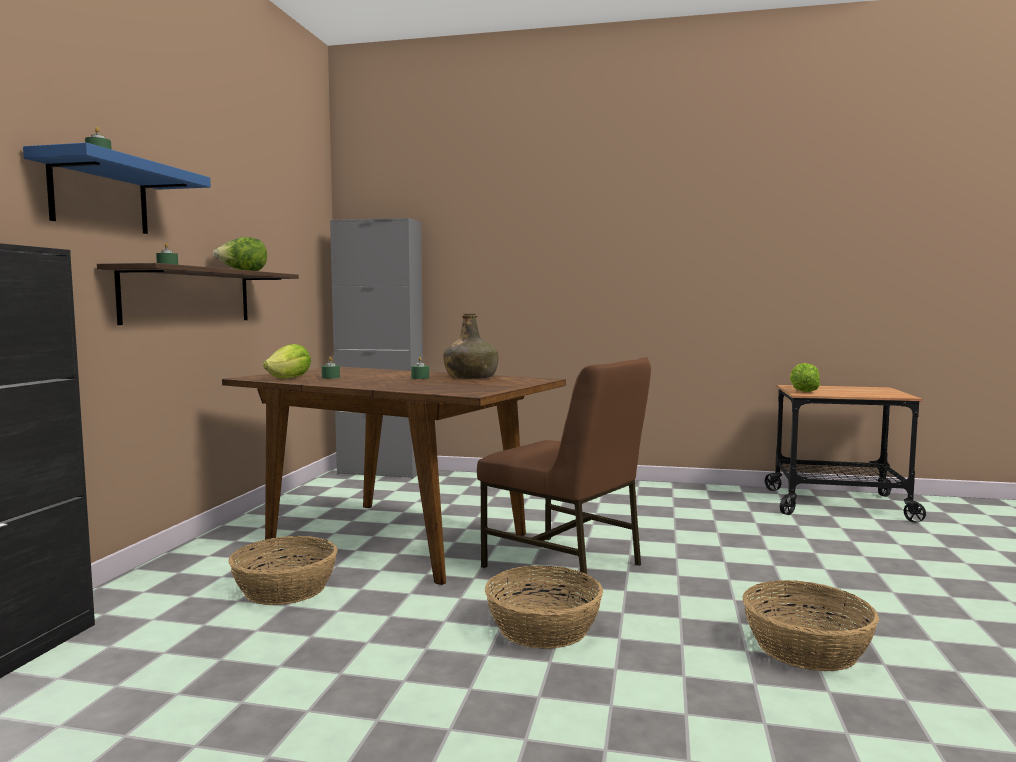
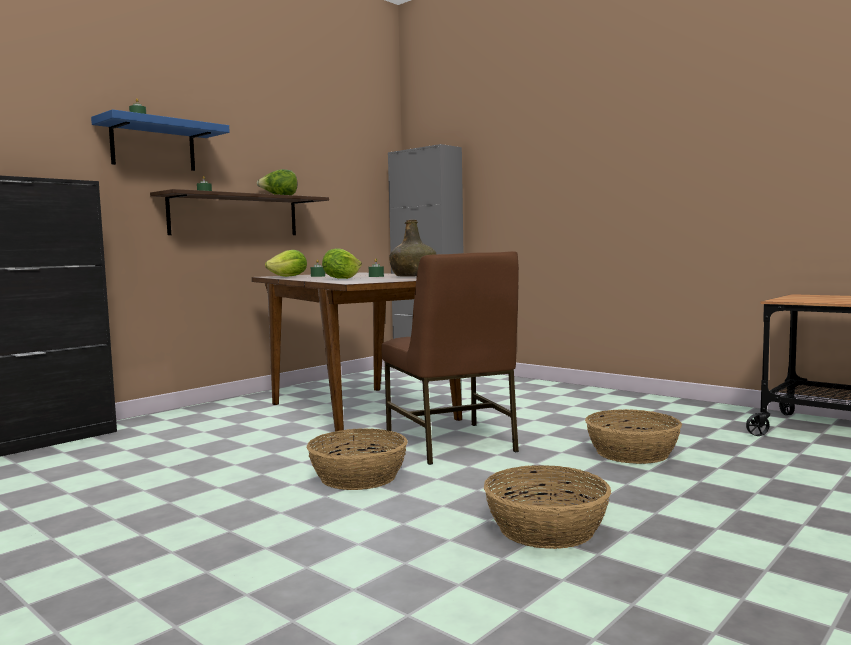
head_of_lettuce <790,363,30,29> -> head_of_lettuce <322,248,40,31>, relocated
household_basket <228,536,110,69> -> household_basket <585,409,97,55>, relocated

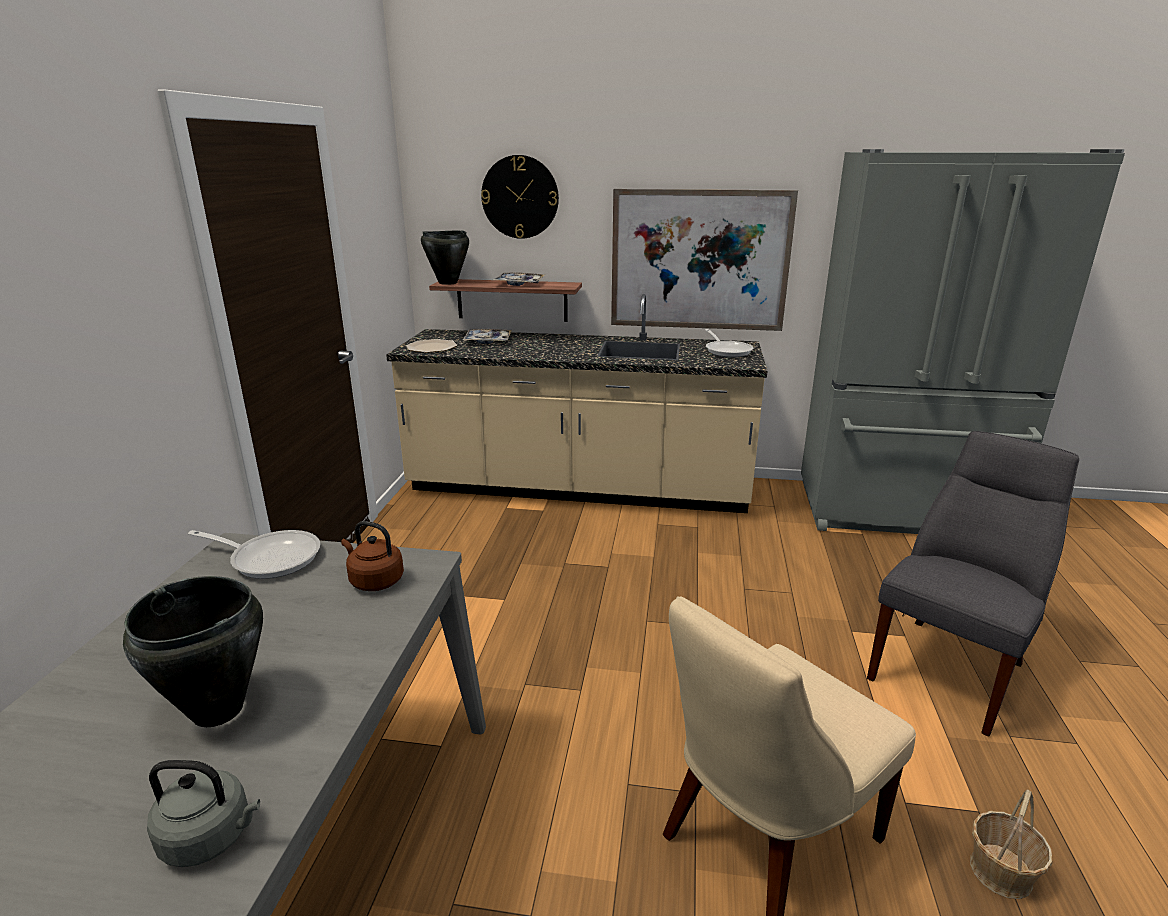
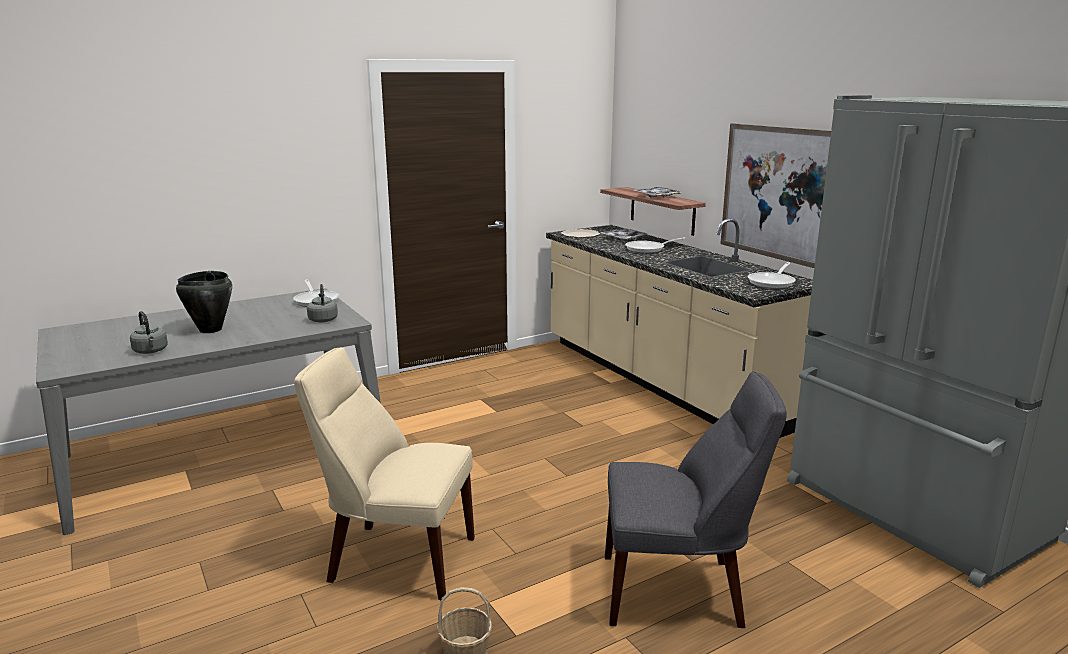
brown-coloured_water_kettle <341,521,63,70> -> grey_water_kettle <307,284,31,38>
none -> frying_pan <625,237,61,16>
blackish_cooking_pot <421,231,48,54> -> none
clock_on_the_wall <481,155,78,84> -> none

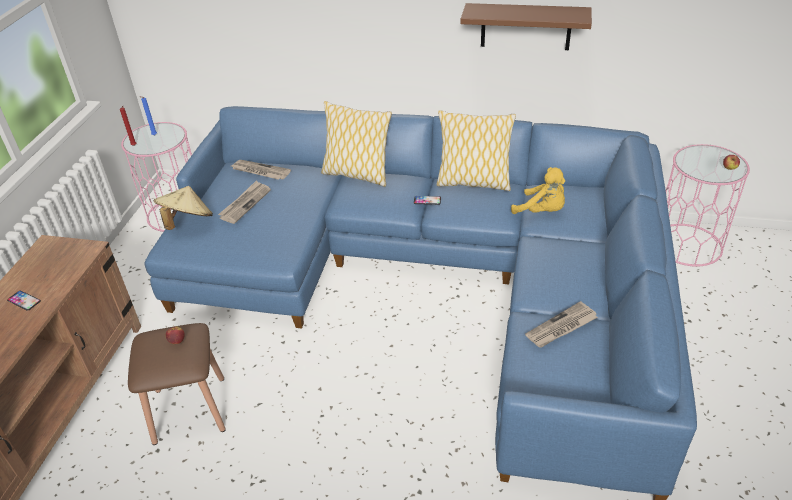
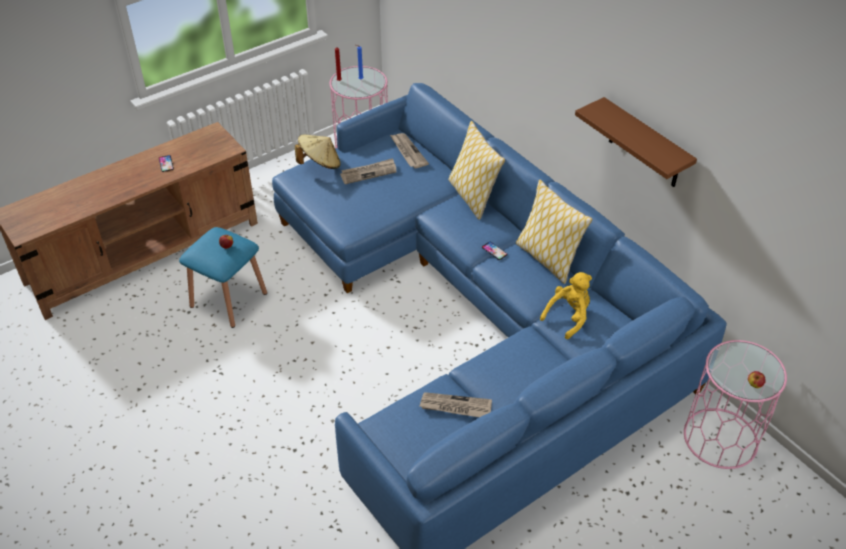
brown-coloured_stool <128,323,98,122> -> blue_stool <179,227,88,101>
yellowish_cuddly_toy <511,167,54,47> -> yellowish_cuddly_toy <540,272,52,67>, 120 degrees counterclockwise

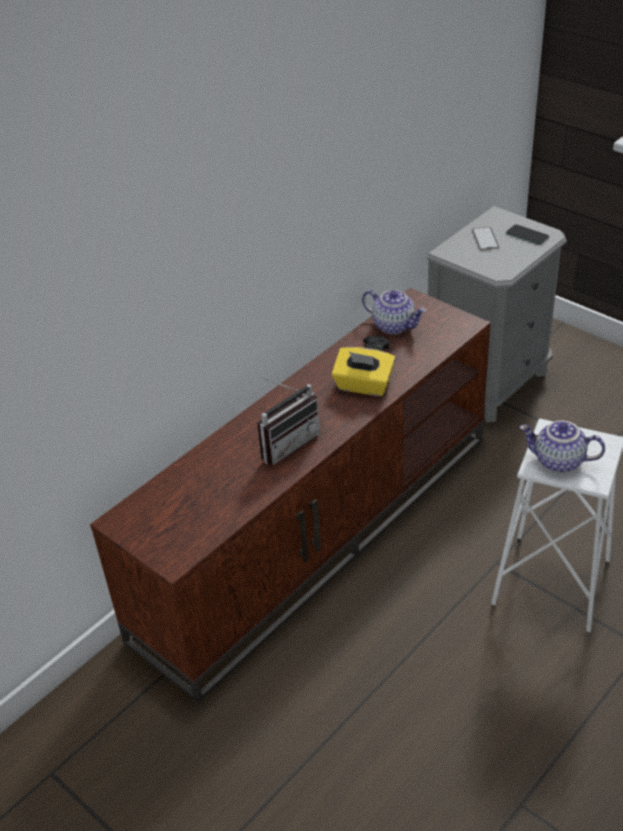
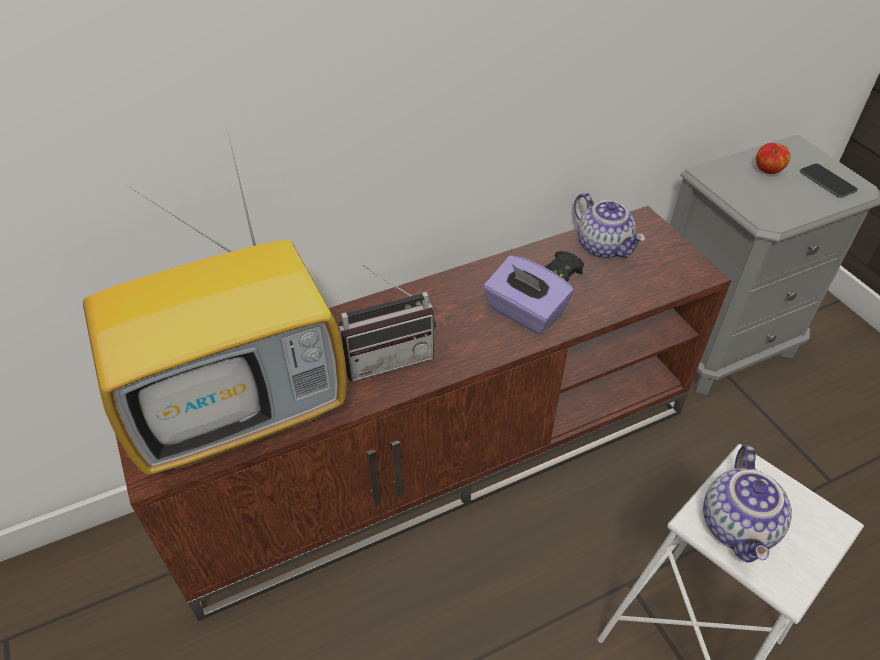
none -> TV_set <83,138,264,337>
yellowish_tissue_holder <332,347,64,49> -> purplish_tissue_holder <484,255,90,79>
pot_for_tea <520,421,85,52> -> pot_for_tea <703,445,89,118>, 120 degrees counterclockwise
handset <472,227,27,23> -> whole_apple <756,143,34,31>

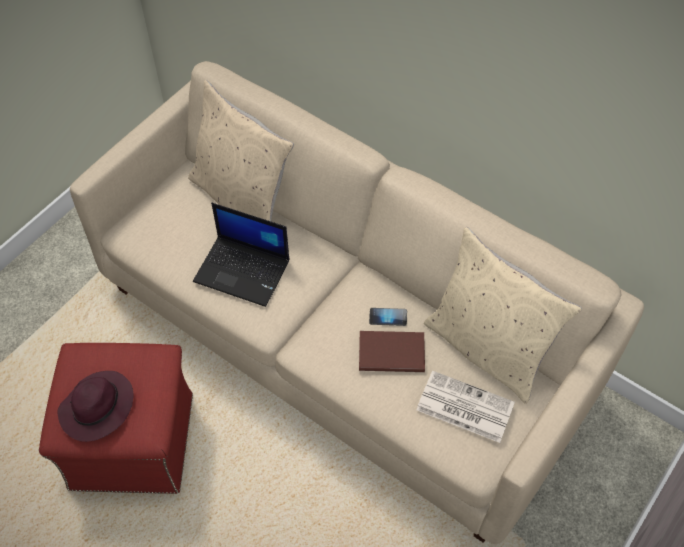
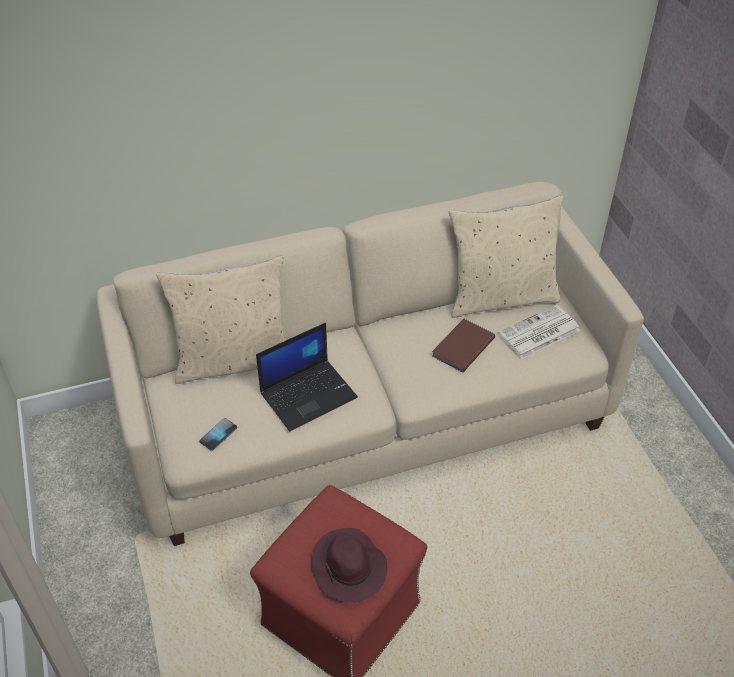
handset <369,308,38,18> -> handset <199,418,38,33>, relocated

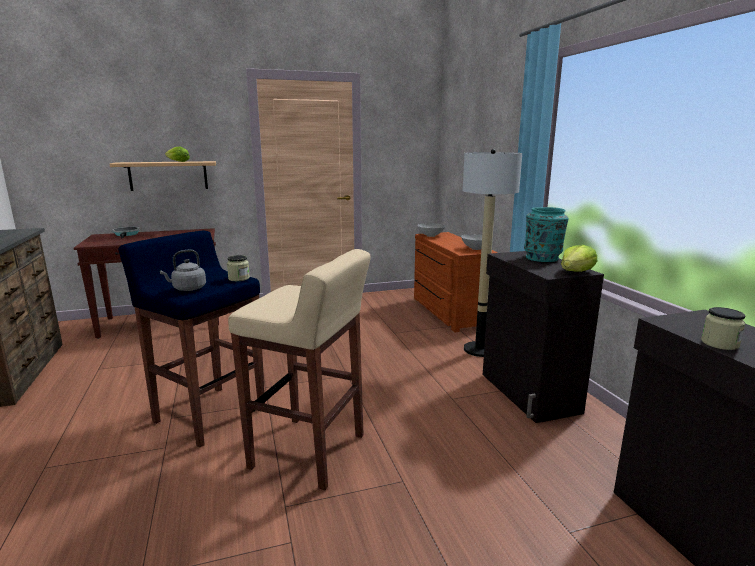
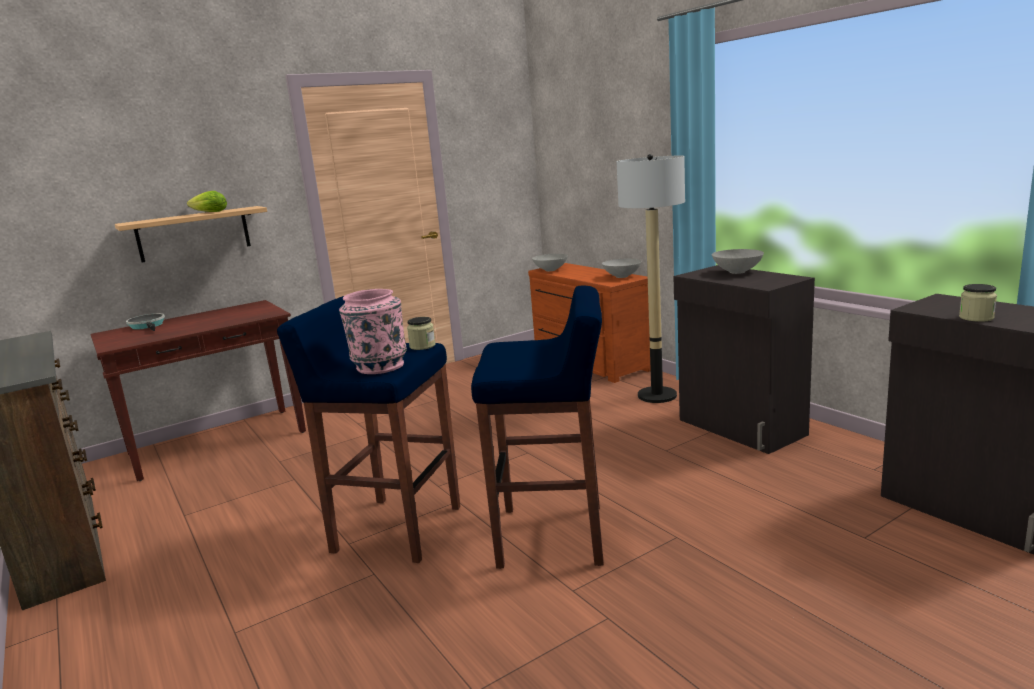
grey_water_kettle <160,250,46,41> -> pink_flower_vase <339,289,68,85>
beige_stool <228,249,143,241> -> blue_stool <471,285,133,284>
turquoise-coloured_flower_vase <524,207,44,55> -> grey_bowl <712,249,52,25>
head_of_lettuce <561,245,36,27> -> none

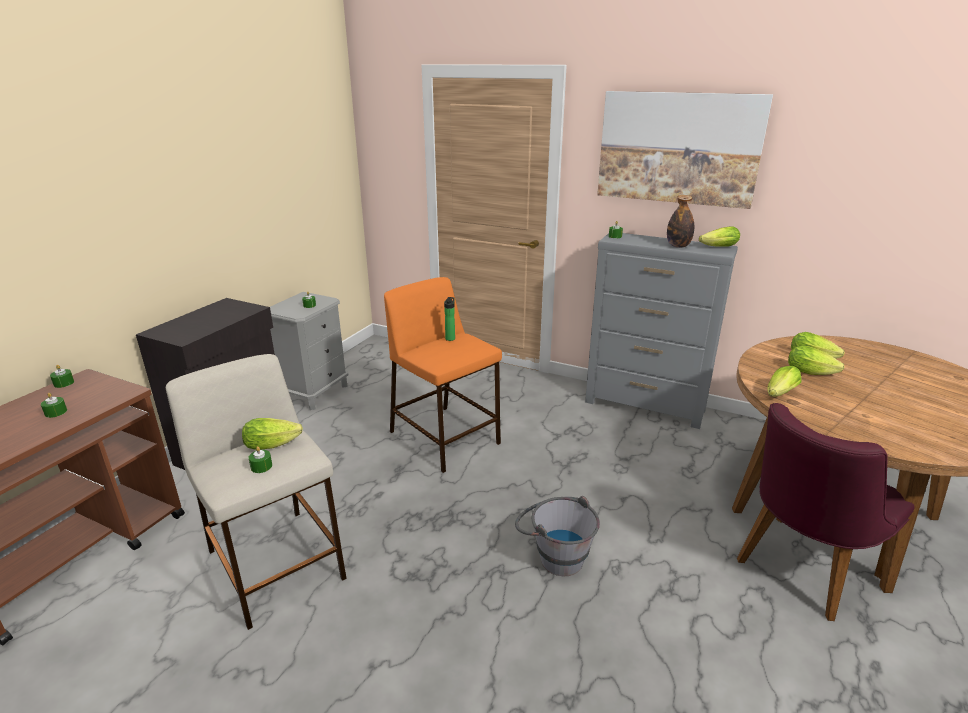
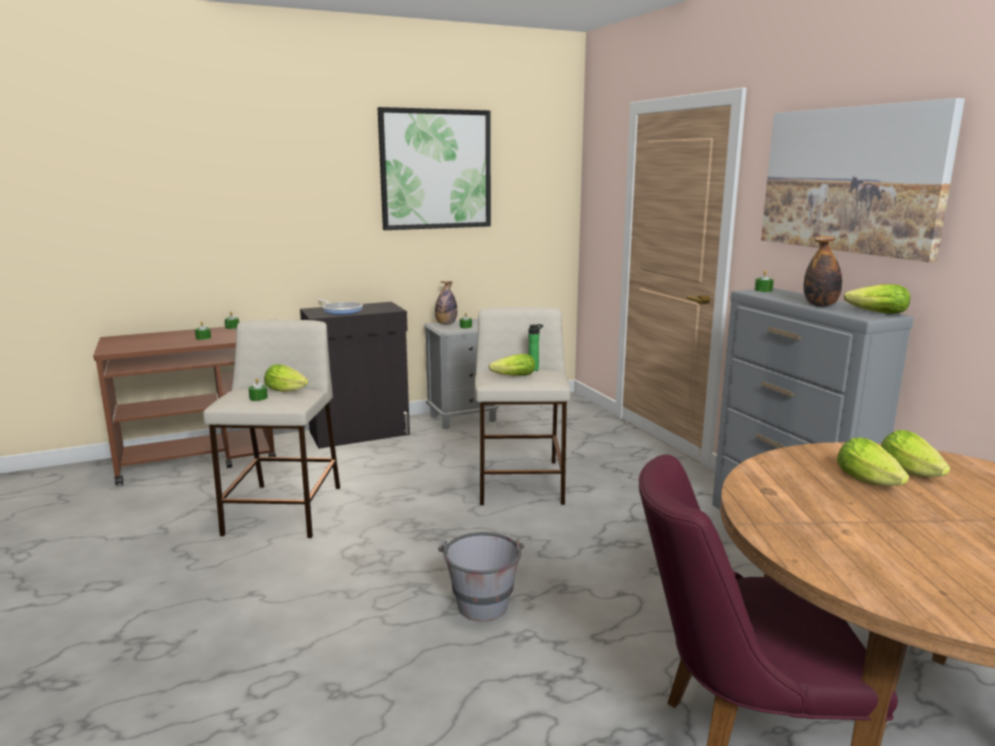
none -> frying_pan <318,299,45,16>
none -> picture <378,107,113,123>
none -> drink_bottle <435,281,22,43>
orange-coloured_stool <384,277,118,196> -> beige_stool <475,307,95,198>
head_of_lettuce <768,366,33,31> -> head_of_lettuce <489,354,46,22>, relocated

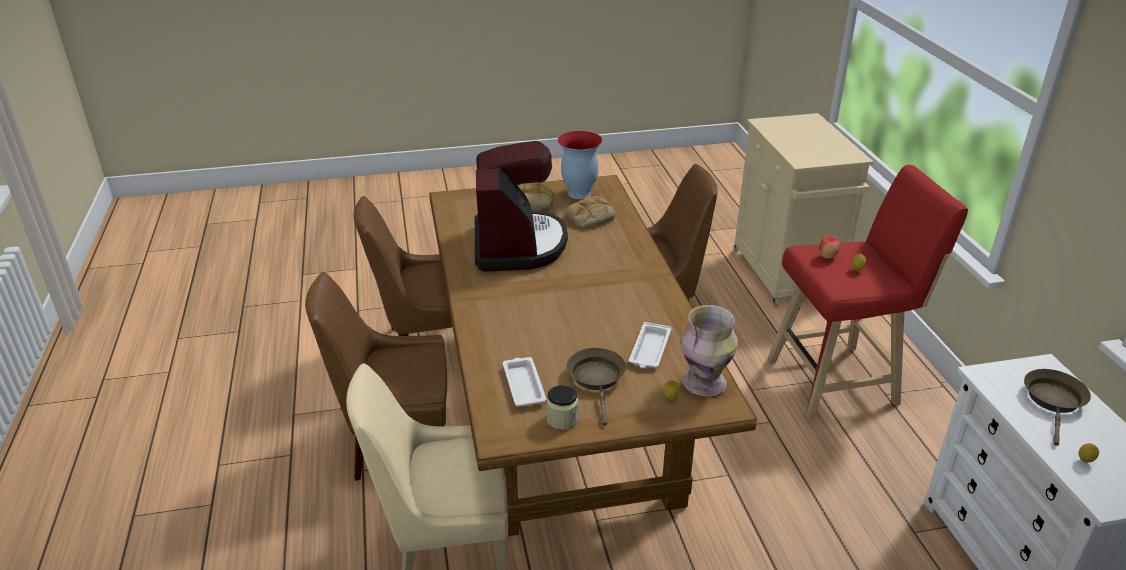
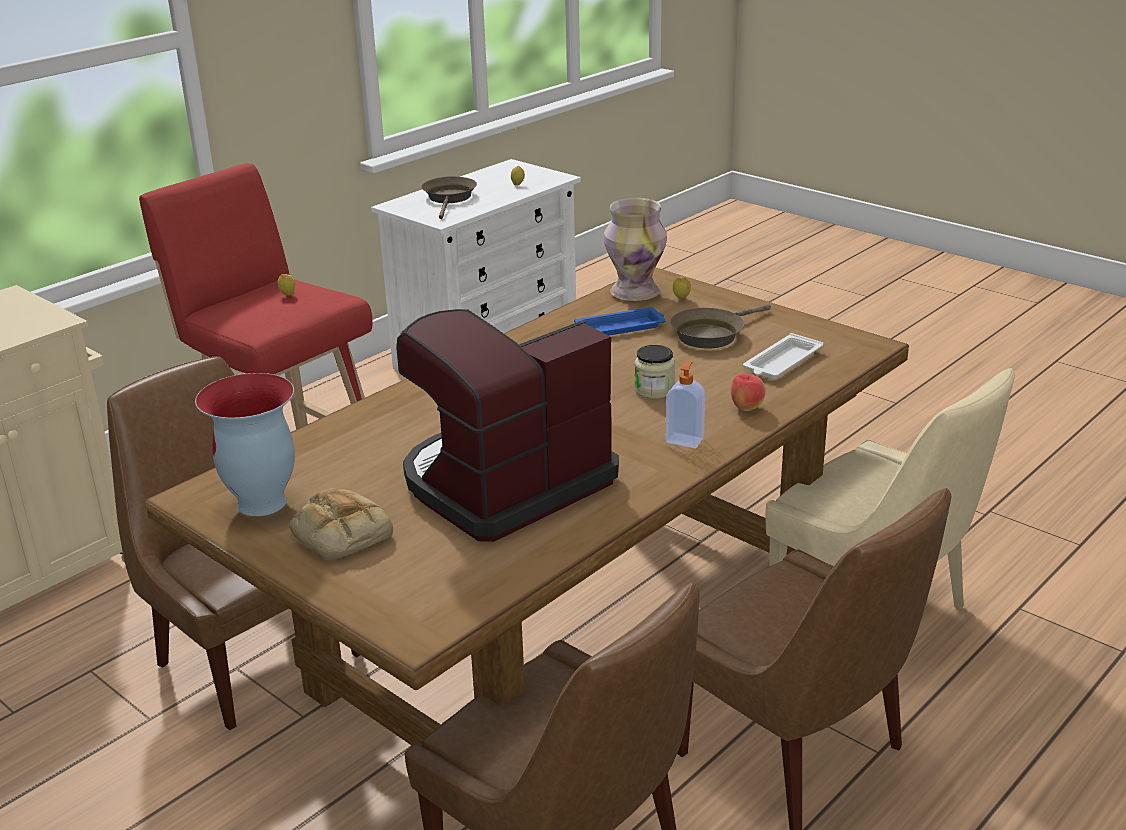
brown-coloured_frying_pan <1024,369,67,77> -> brown-coloured_frying_pan <422,176,55,43>, 105 degrees clockwise
whitish_serving_tray <629,322,42,46> -> blue_serving_tray <574,307,92,28>
storage_jar <546,385,32,45> -> storage_jar <635,345,40,54>, relocated
none -> liquid_soap_bottle <666,361,39,87>
whole_apple <819,236,21,23> -> whole_apple <731,374,35,37>, relocated
bread <565,196,50,33> -> none

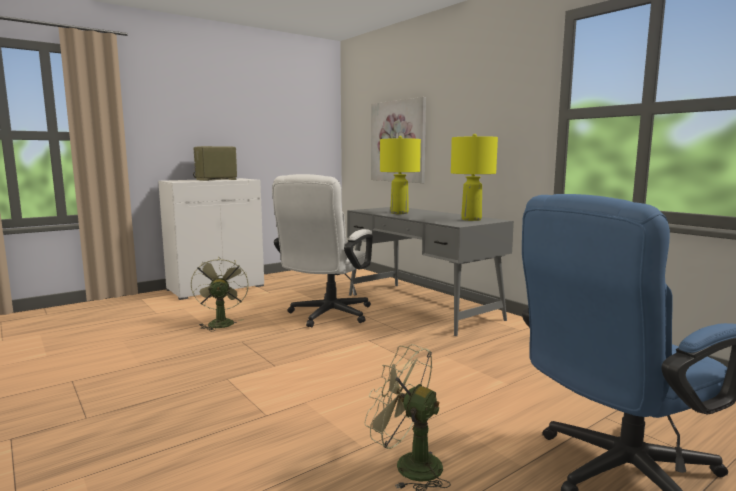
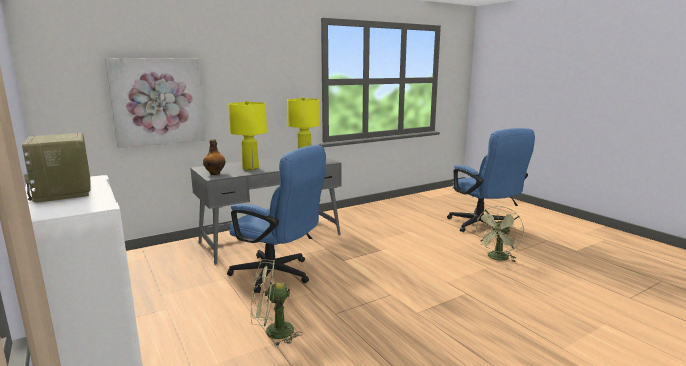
none -> drink_bottle <203,140,22,35>
whitish_office_chair <272,174,101,153> -> blue_office_chair <227,145,99,148>

